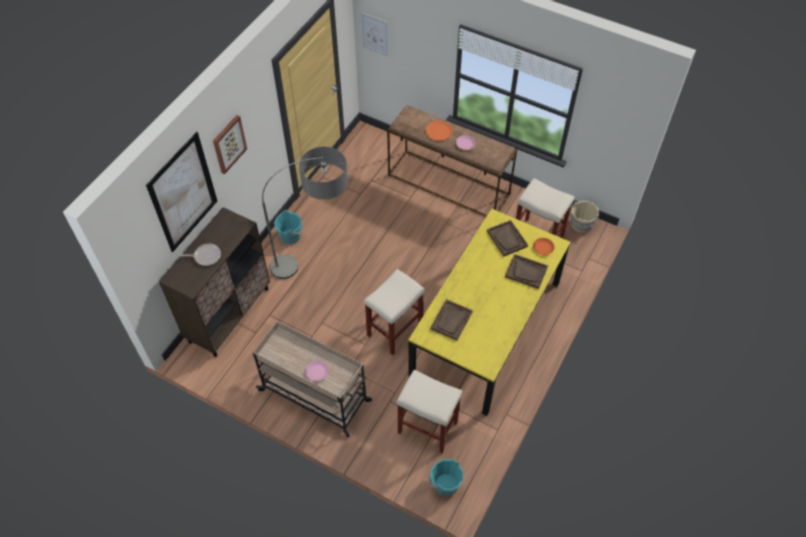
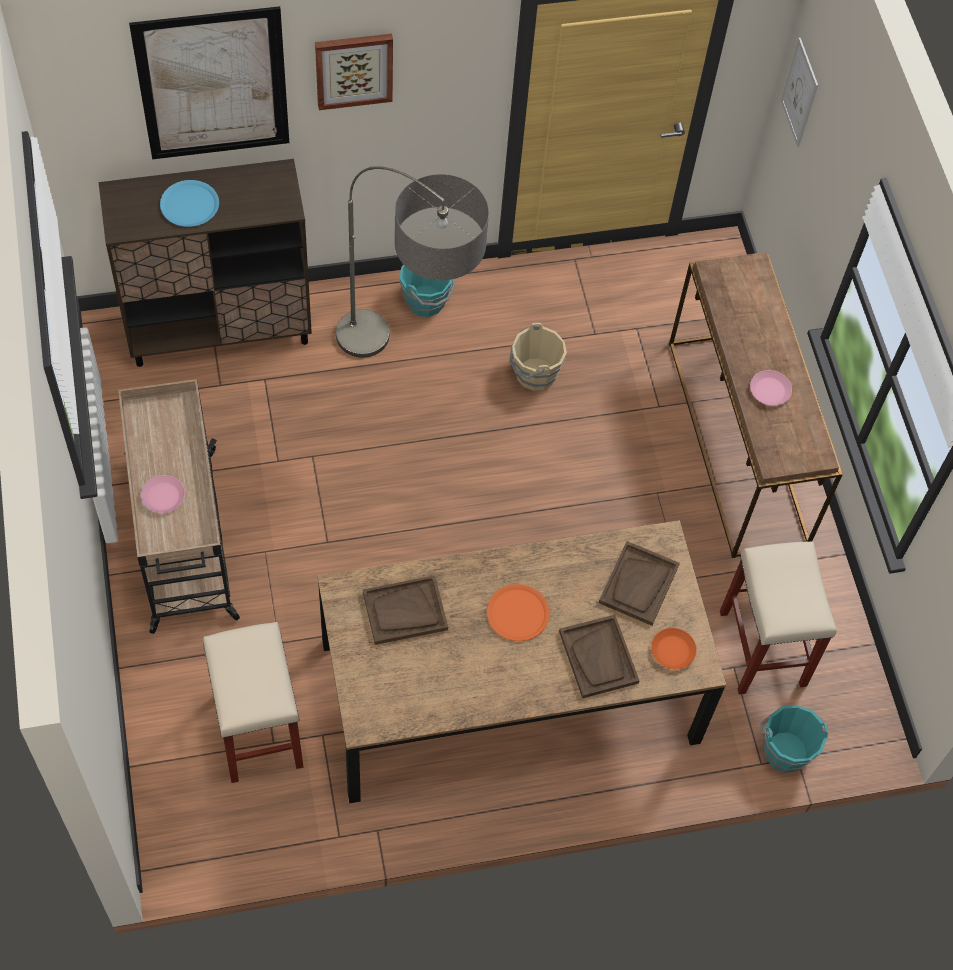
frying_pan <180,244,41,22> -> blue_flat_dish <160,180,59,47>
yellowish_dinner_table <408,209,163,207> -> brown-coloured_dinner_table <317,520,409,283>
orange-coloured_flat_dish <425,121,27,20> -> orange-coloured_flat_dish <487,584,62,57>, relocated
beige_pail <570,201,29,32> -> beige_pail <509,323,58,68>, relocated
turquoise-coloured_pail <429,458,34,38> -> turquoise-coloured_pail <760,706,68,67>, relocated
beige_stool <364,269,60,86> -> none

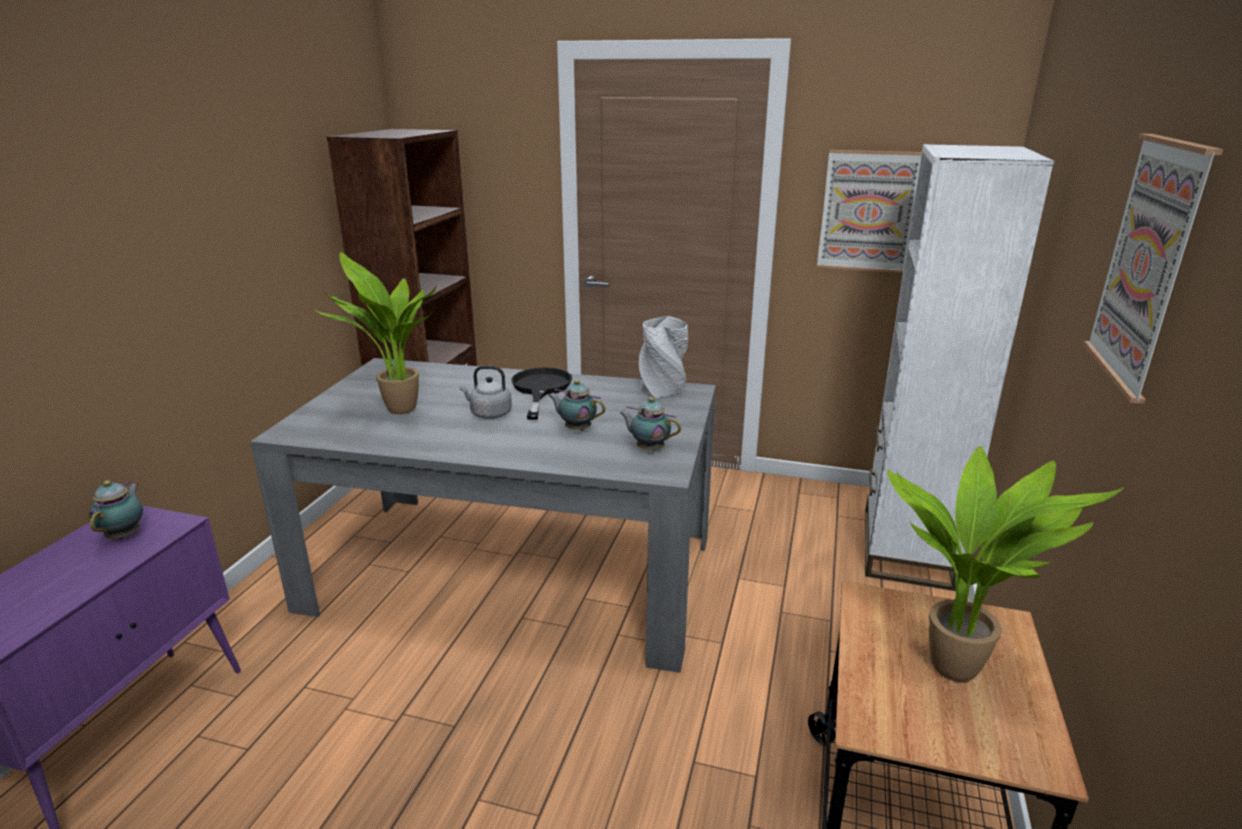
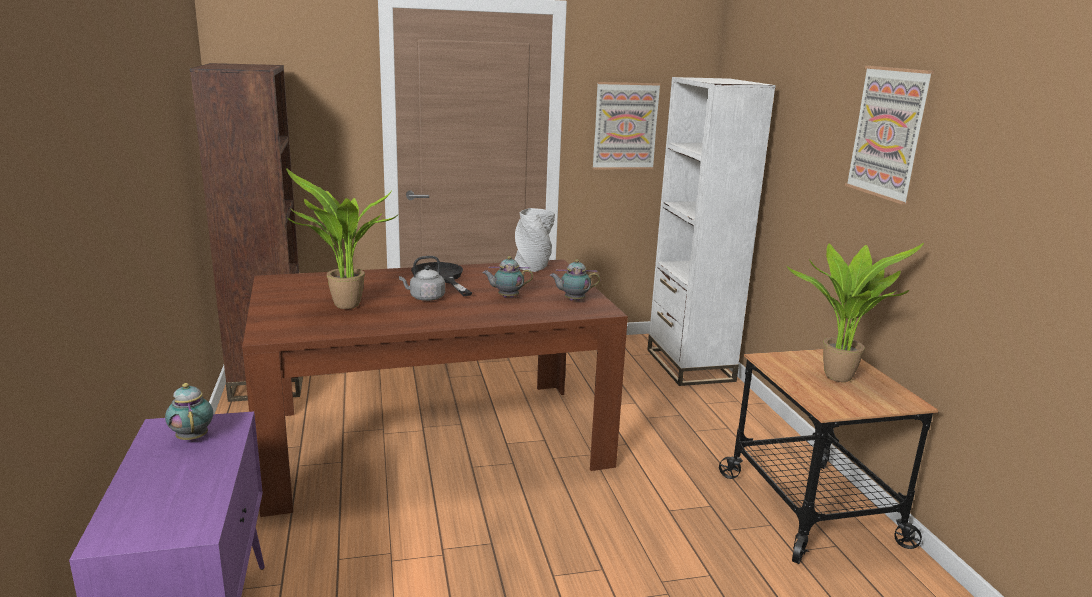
grey_dinner_table <250,358,466,315> -> brown-coloured_dinner_table <242,259,386,258>

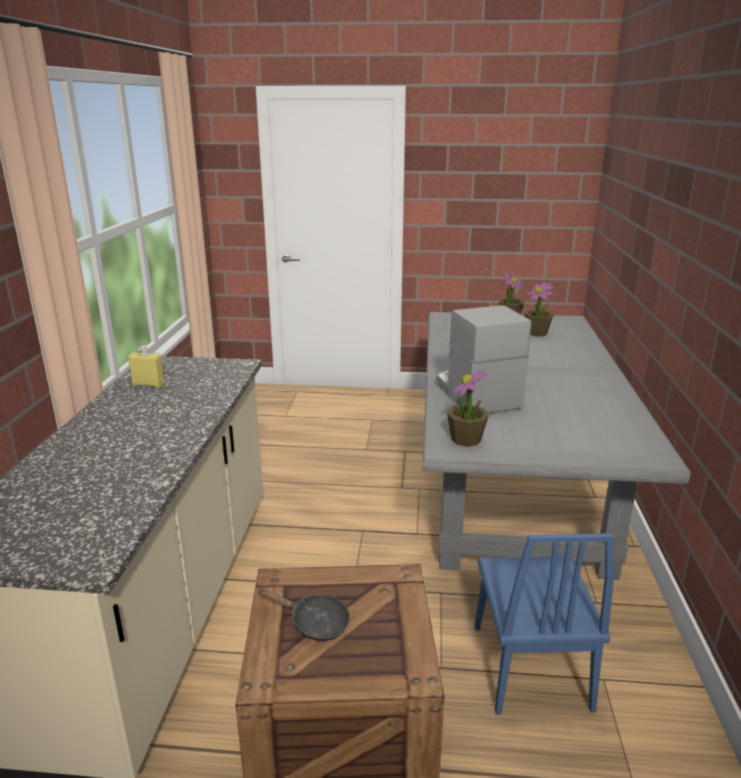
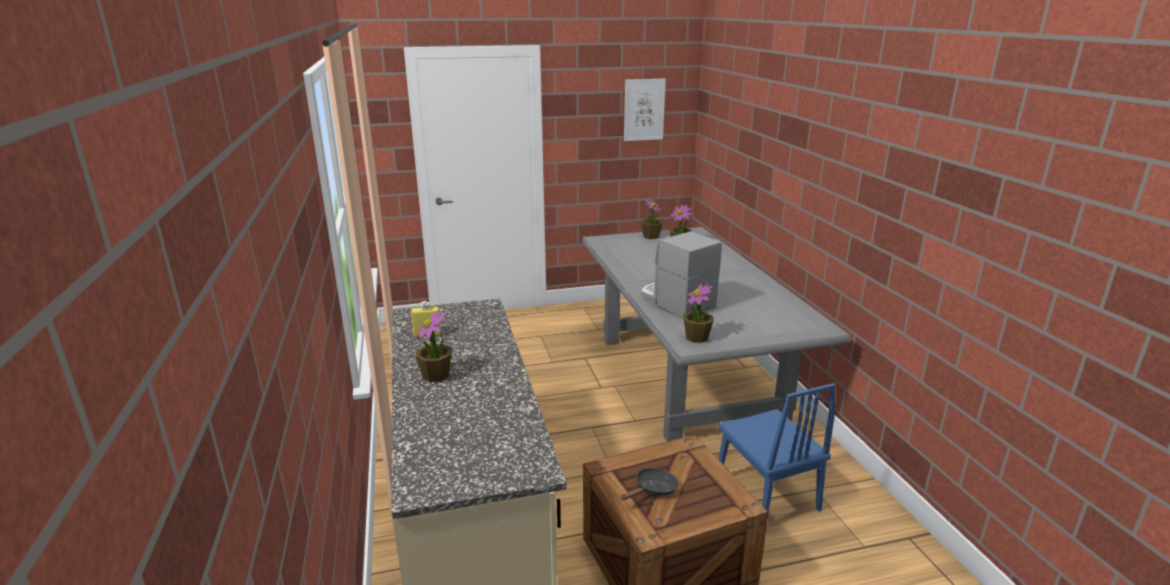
none -> potted_plant <415,311,37,71>
blackish_frying_pan <258,588,92,53> -> blackish_frying_pan <620,468,59,32>, 45 degrees counterclockwise
none -> picture <624,79,42,62>

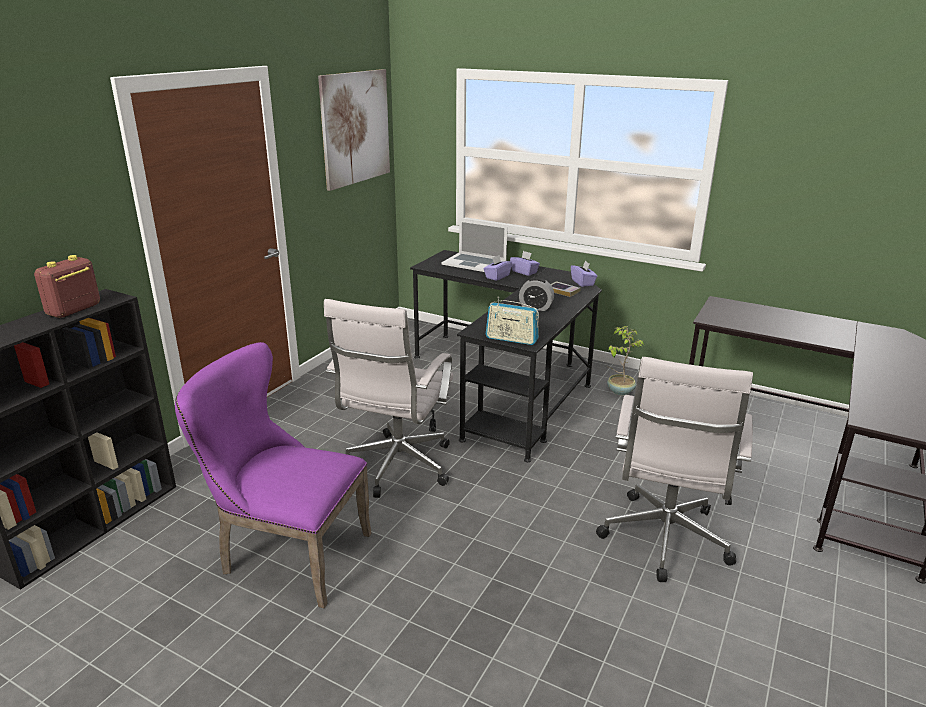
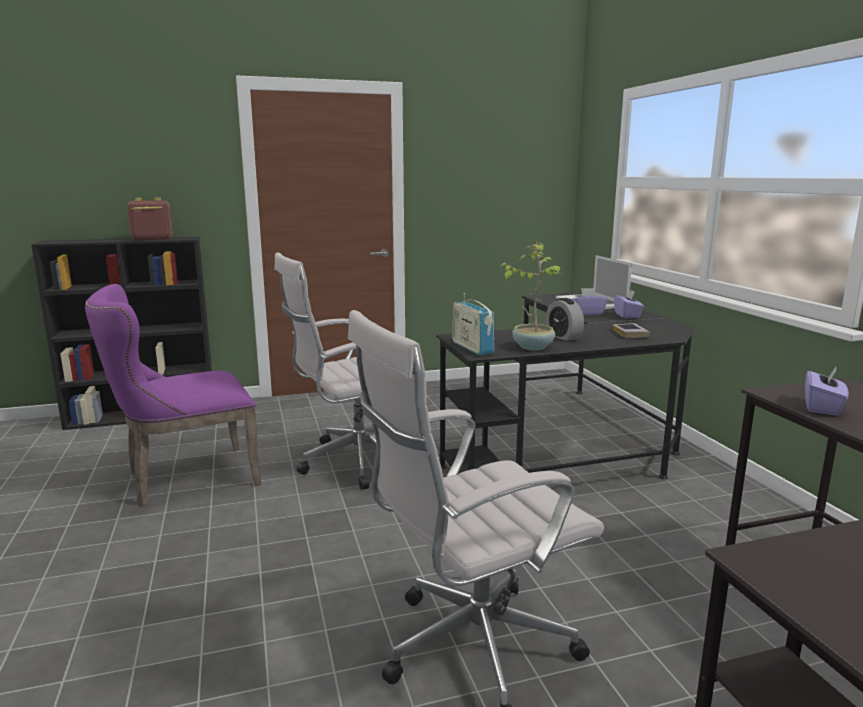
purplish_chair <175,342,196,266> -> purplish_chair <85,284,176,222>, 90 degrees counterclockwise
potted_plant <607,326,38,69> -> potted_plant <499,241,63,110>, relocated
purplish_tissue_holder <571,261,27,26> -> purplish_tissue_holder <805,367,44,49>, relocated
picture <318,69,72,122> -> none

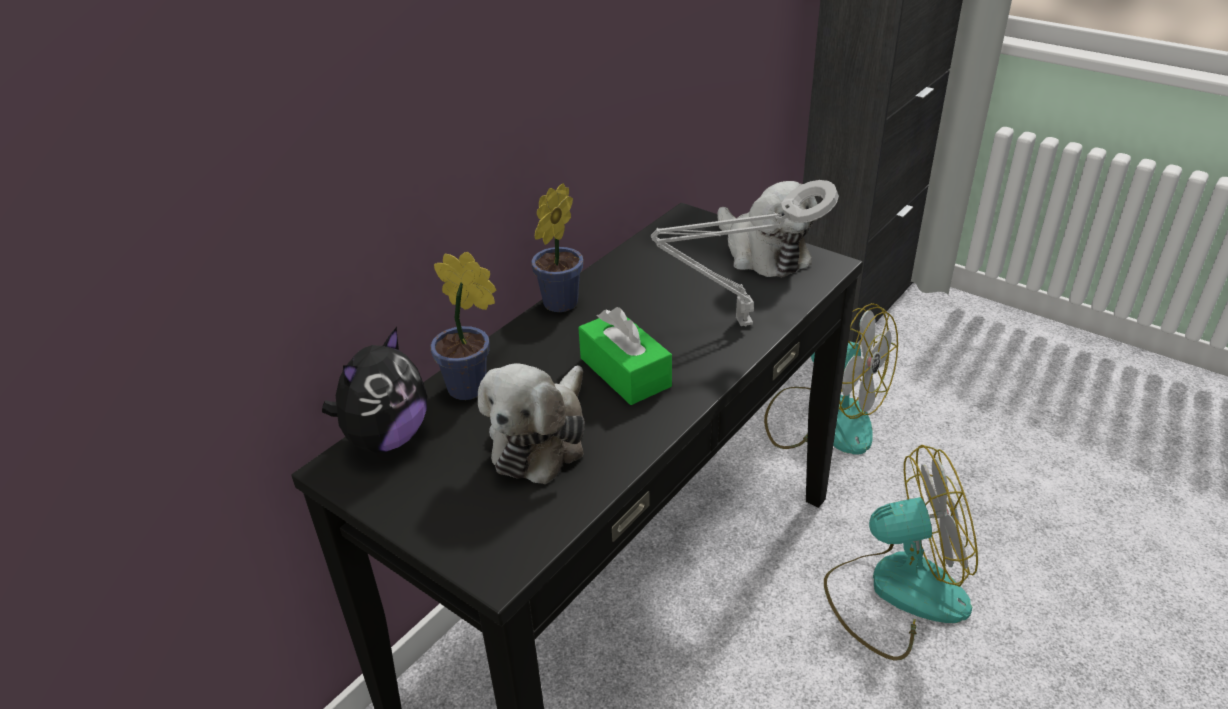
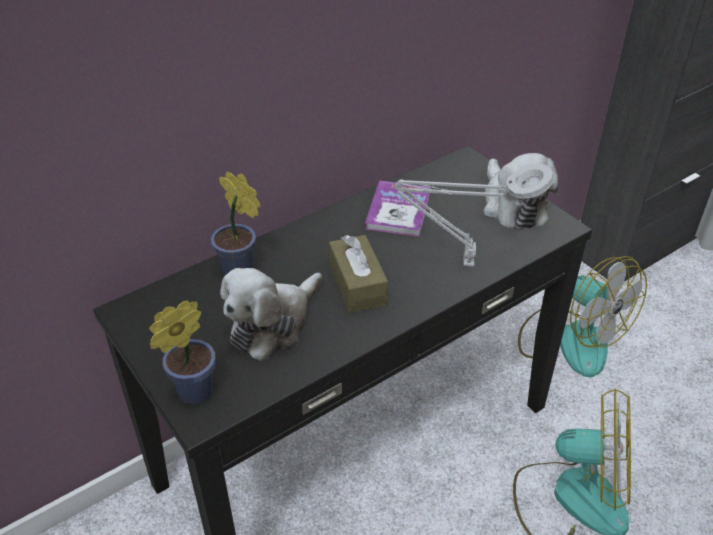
potted_plant <531,183,52,129> -> potted_plant <149,300,66,105>, relocated
green_tissue_holder <578,307,94,98> -> brown-coloured_tissue_holder <329,235,59,78>
none -> volume <365,180,66,57>
cuddly_toy <322,327,105,126> -> none

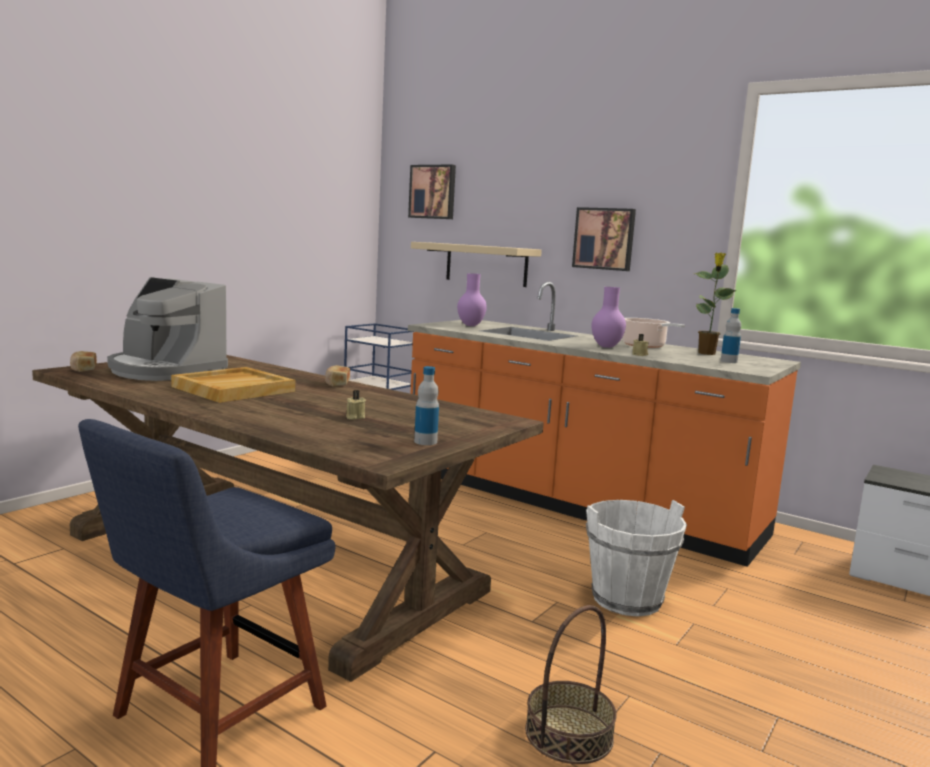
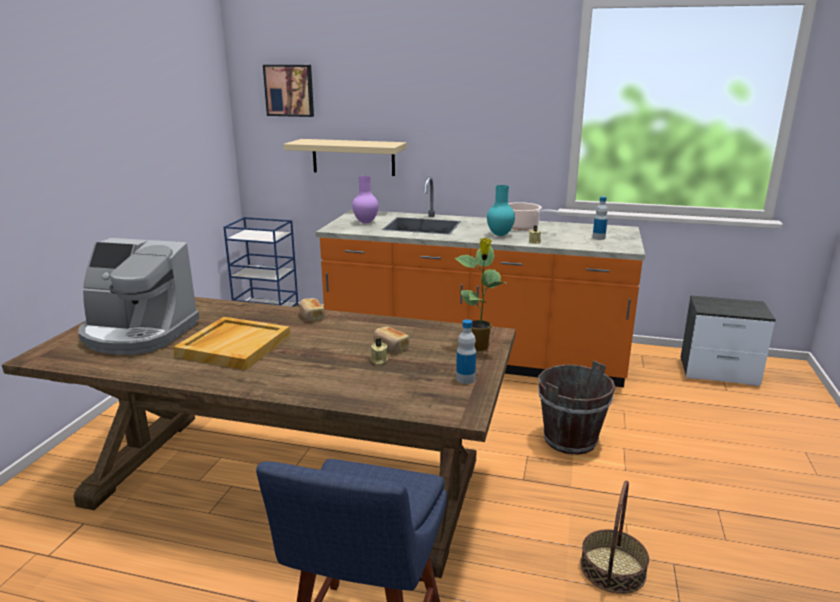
bread <70,351,27,21> -> bread <373,327,36,25>, relocated
potted_plant <695,253,41,102> -> potted_plant <454,238,53,113>, relocated
purplish_flower_vase <592,287,34,61> -> turquoise-coloured_flower_vase <487,185,28,51>
whitish_pail <586,500,101,117> -> brown-coloured_pail <538,361,77,94>
picture <572,207,64,64> -> none

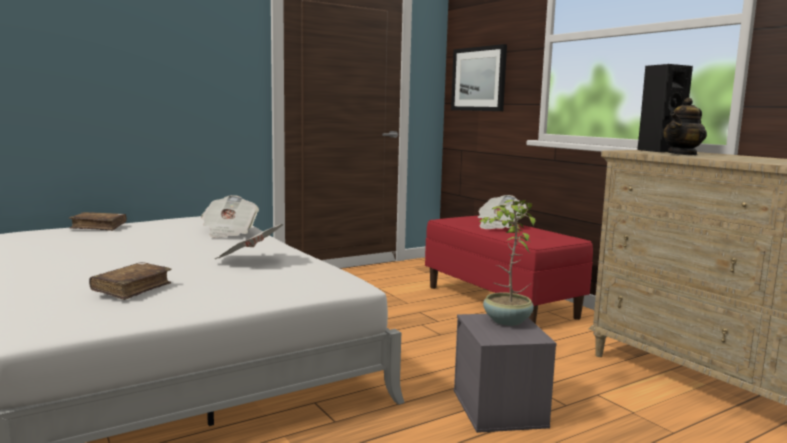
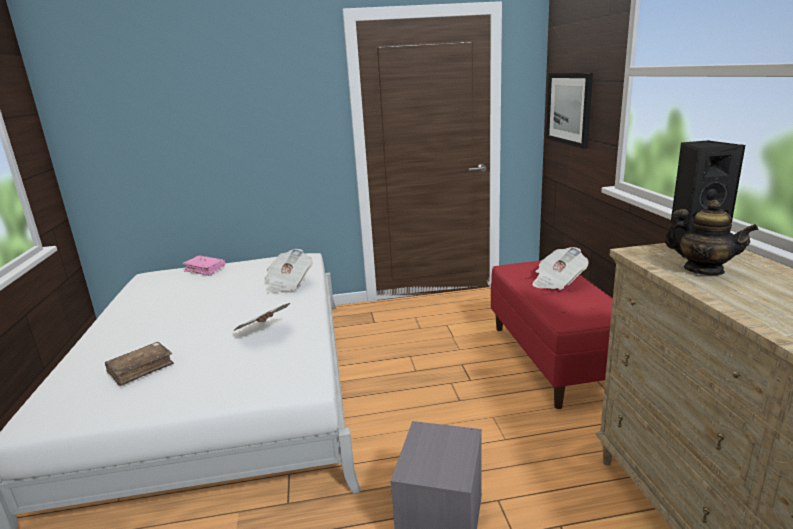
brown-coloured_volume <69,212,58,19> -> pink_volume <182,256,43,20>
pot_for_tea <663,97,44,58> -> pot_for_tea <664,200,94,75>, 120 degrees counterclockwise
potted_plant <479,200,57,126> -> none

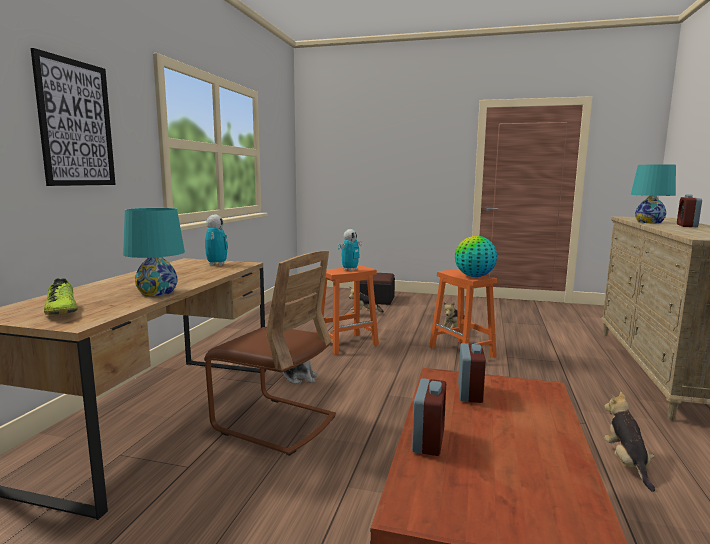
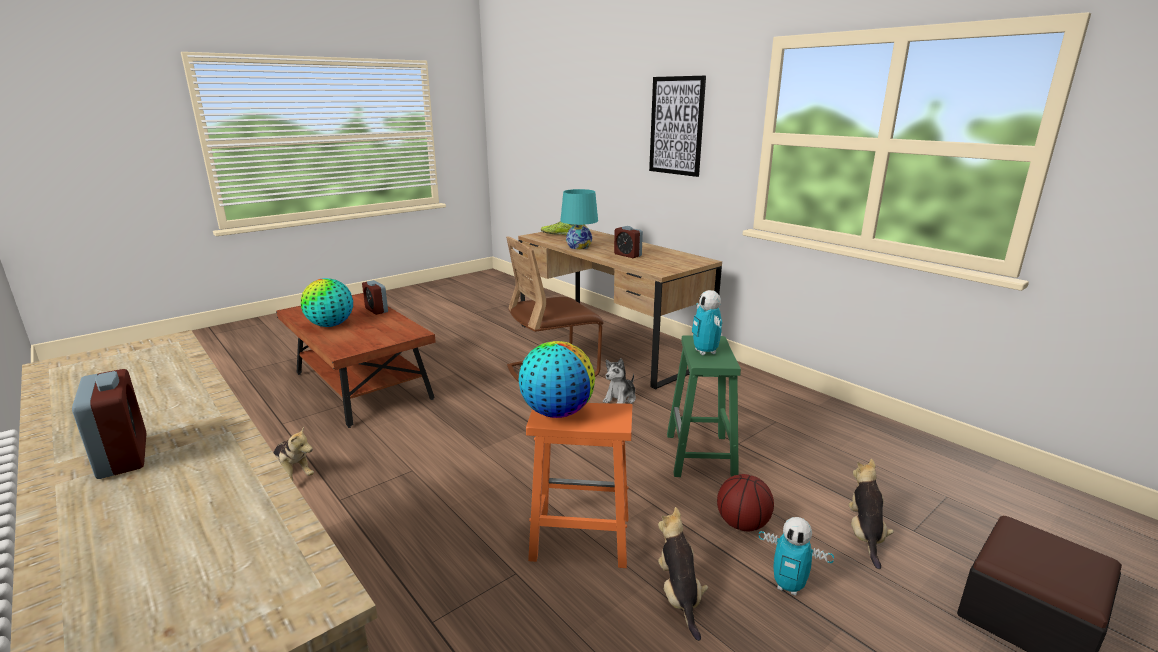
none -> desk_globe <301,278,52,49>
alarm_clock <458,343,28,60> -> alarm_clock <614,226,29,32>, relocated
orange-coloured_stool <316,265,63,90> -> green_stool <667,335,74,142>
none -> basketball_ball <717,474,57,57>
model_robot <205,215,23,51> -> model_robot <759,517,75,79>, relocated
turquoise-coloured_table_lamp <631,164,45,59> -> none

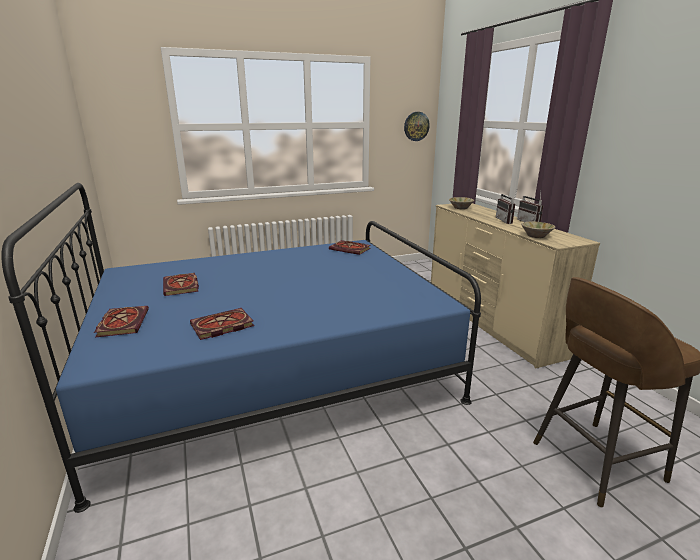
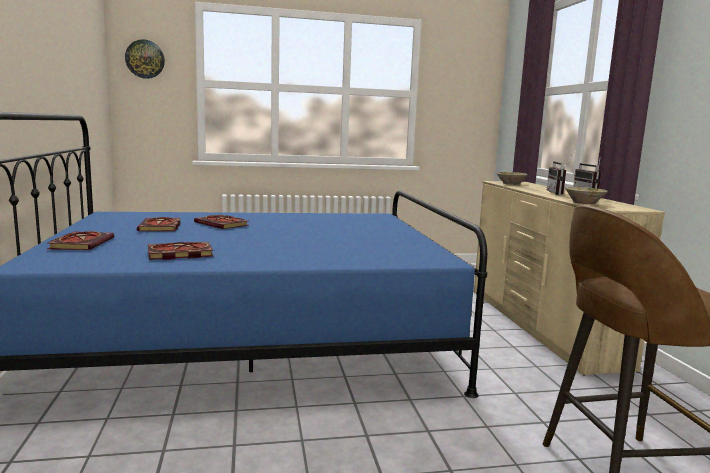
clock_on_the_wall <404,112,26,29> -> clock_on_the_wall <125,39,40,40>, relocated
volume <329,240,42,15> -> volume <194,215,55,14>, relocated

